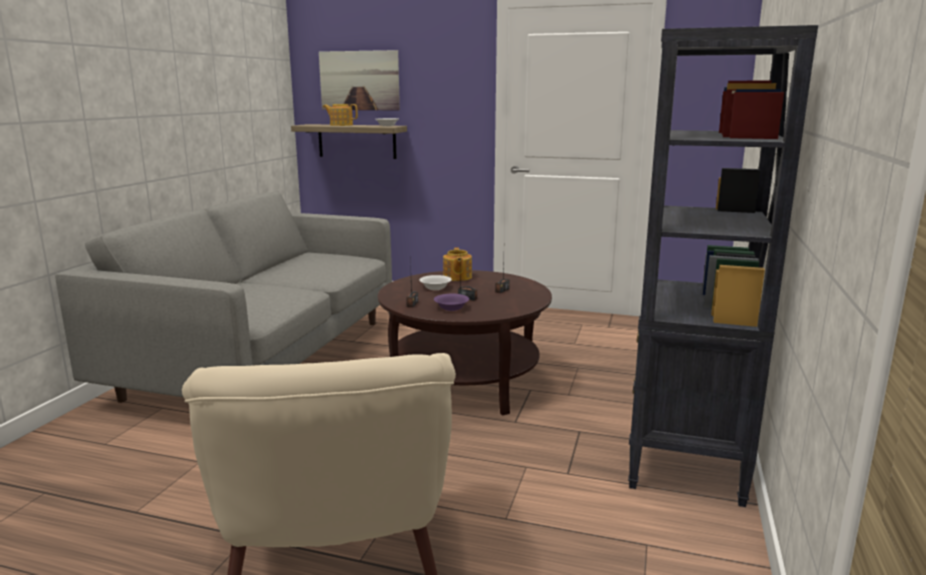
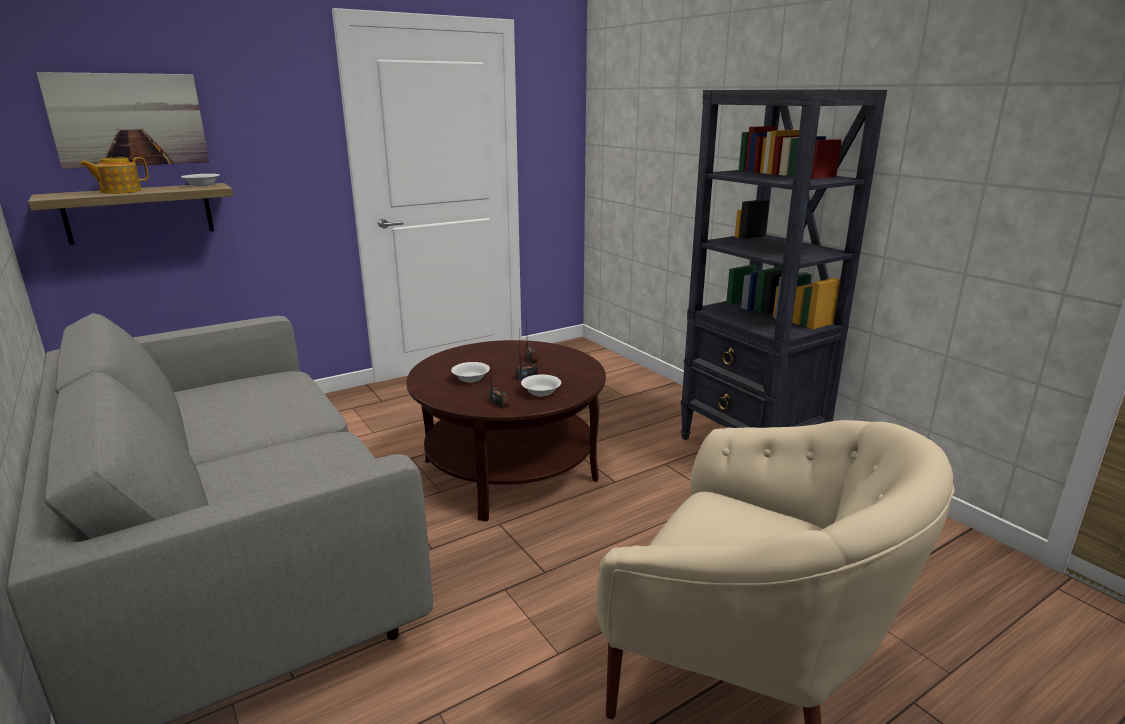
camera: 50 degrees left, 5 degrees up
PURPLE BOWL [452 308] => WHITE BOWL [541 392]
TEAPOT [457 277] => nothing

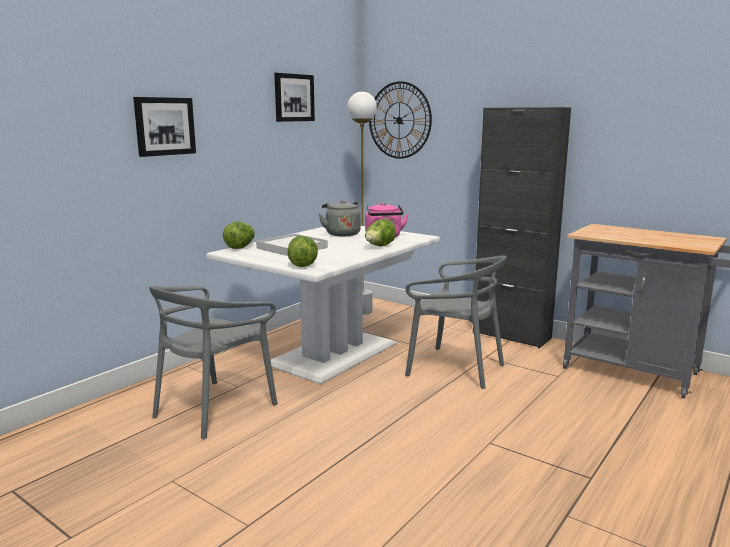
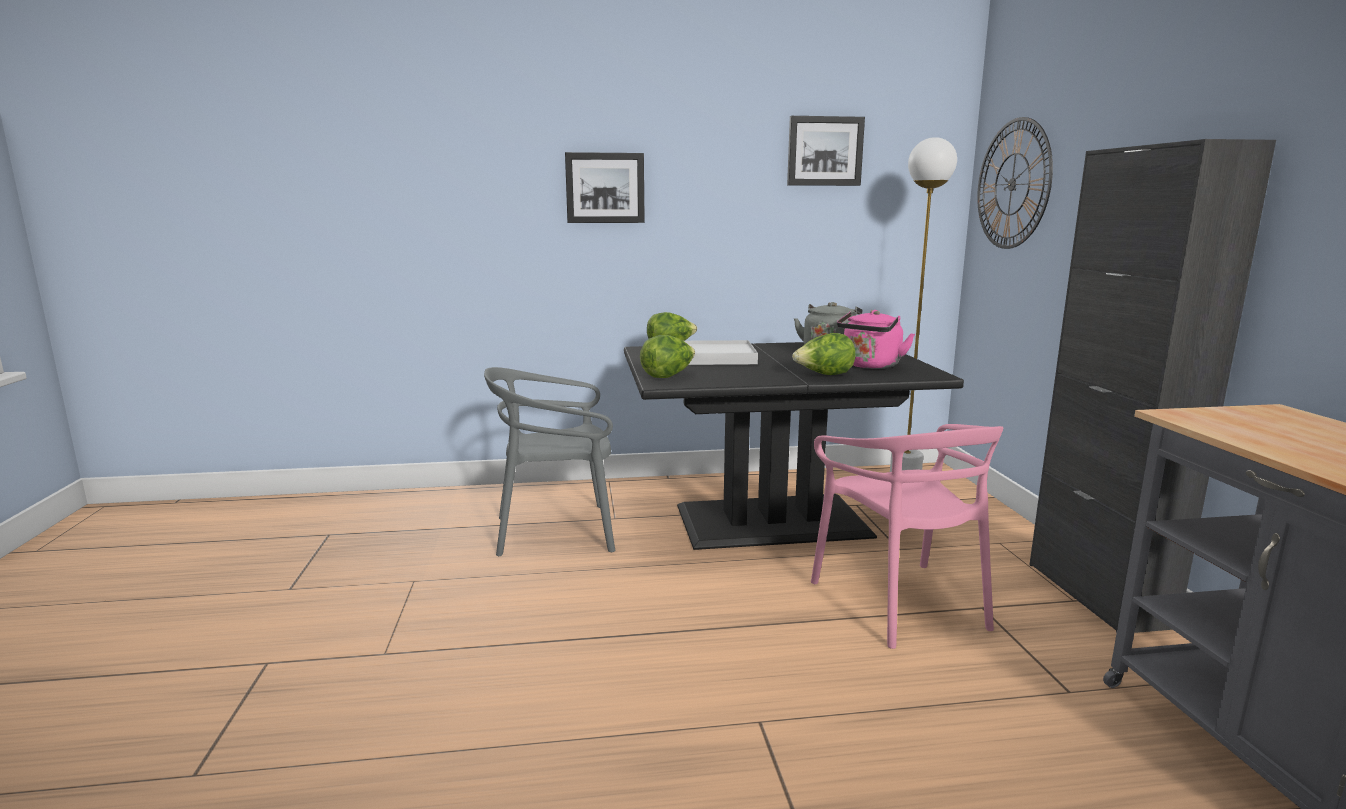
camera: 45 degrees right, 0 degrees up
WHITE DINING TABLE [332 353] => BLACK DINING TABLE [770 520]
GREY CHAIR [455 368] => PINK CHAIR [900 602]

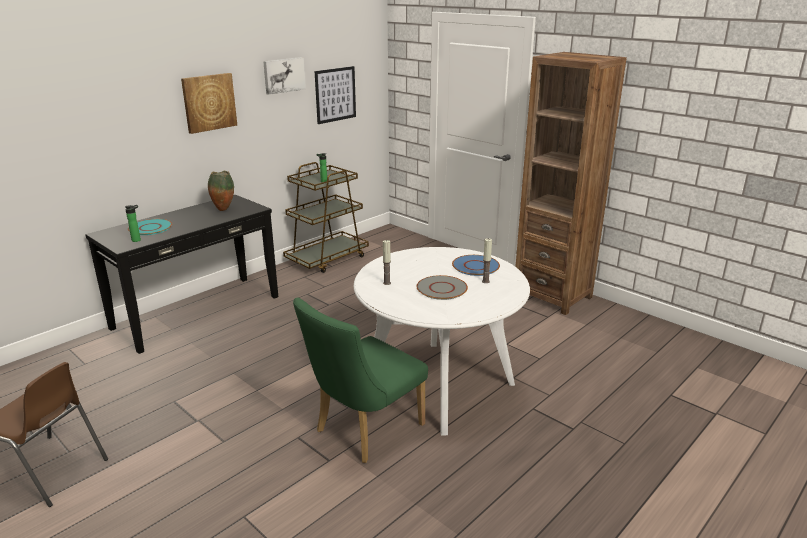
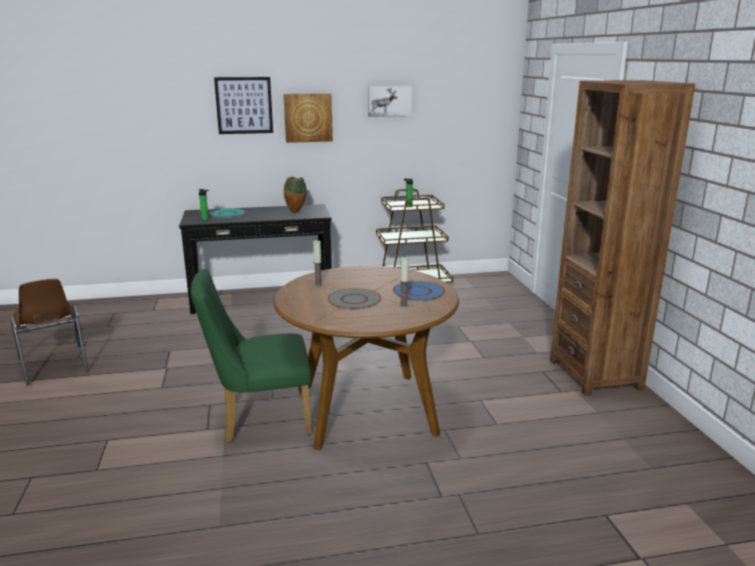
camera: 35 degrees right, 5 degrees down
PICTURE [335 94] => PICTURE [244 105], moved
WHITE DINING TABLE [438 384] => BROWN DINING TABLE [367 409]

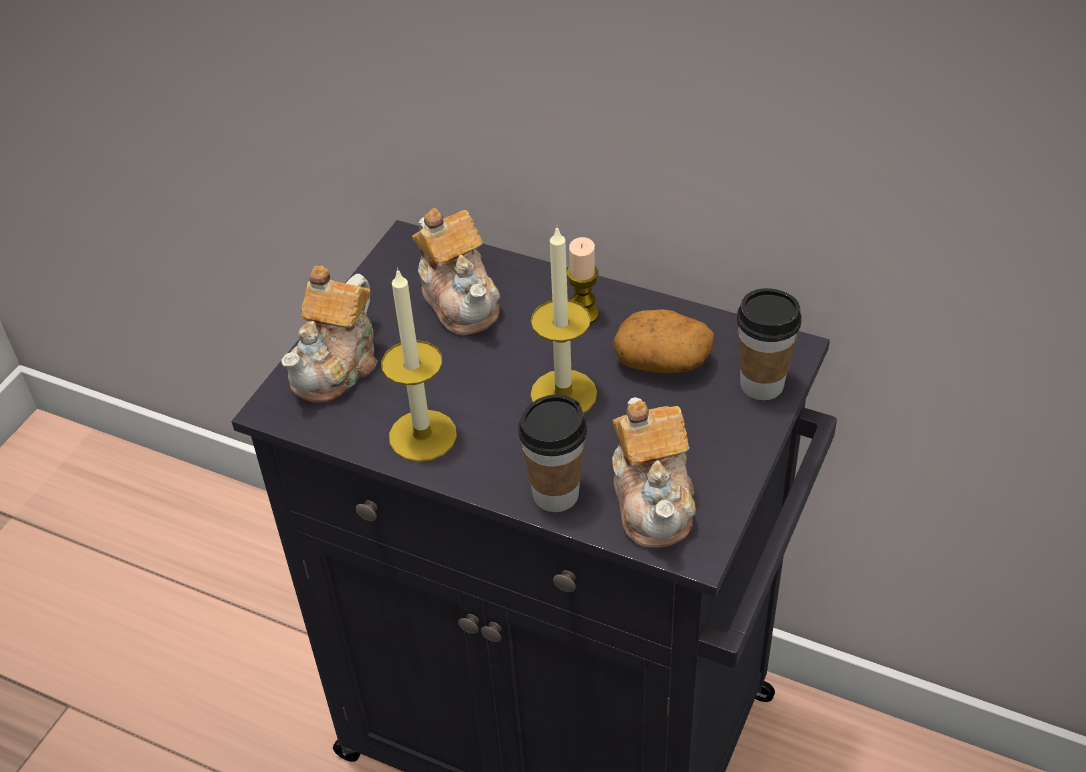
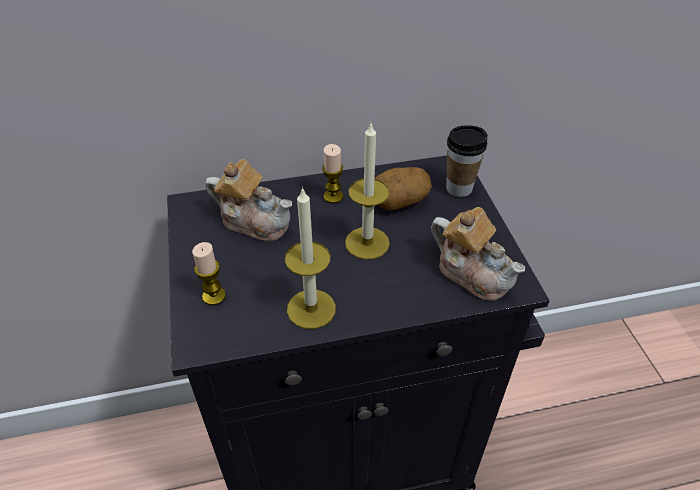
camera: 40 degrees left, 0 degrees up
TEAPOT [337 365] => CANDLE [214 296]
CUP [555 494] => nothing

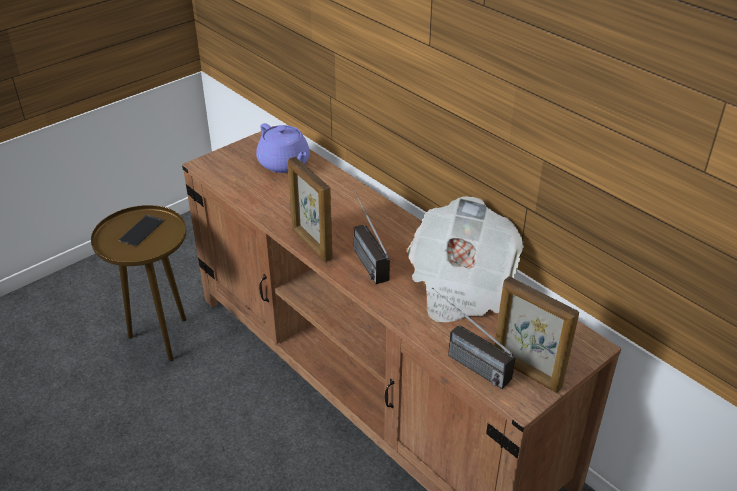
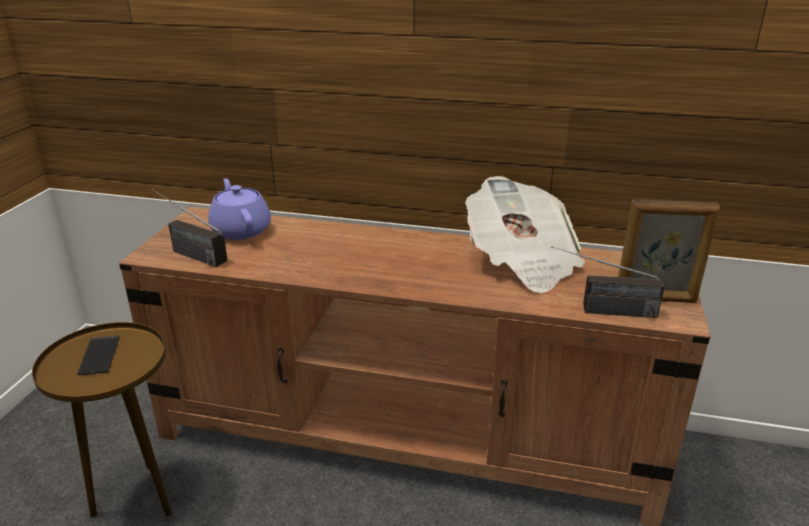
camera: 35 degrees left, 10 degrees down
PURPLE TEAPOT [284 164] => PURPLE TEAPOT [241 230], 135 degrees counterclockwise
PICTURE FRAME [311 244] => nothing
RADIO [363 256] => RADIO [187 252], moved

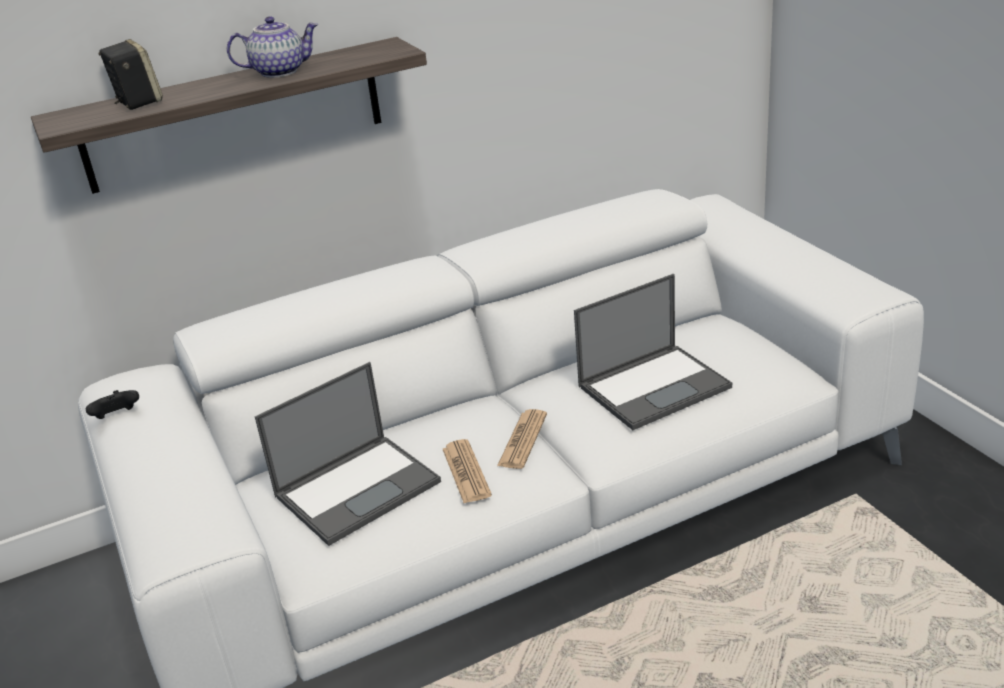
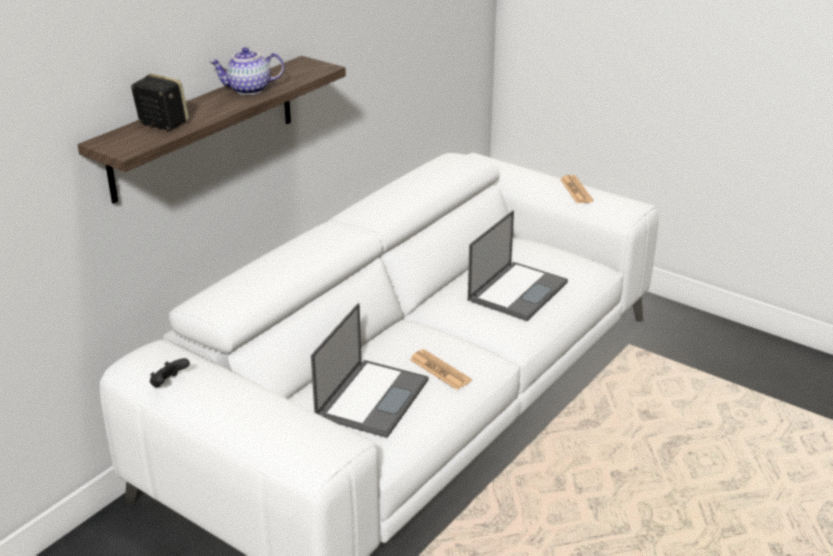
camera: 30 degrees left, 0 degrees up
TEAPOT [280 71] => TEAPOT [249 90], 150 degrees counterclockwise
NEWSPAPER [522 440] => NEWSPAPER [576 190], moved

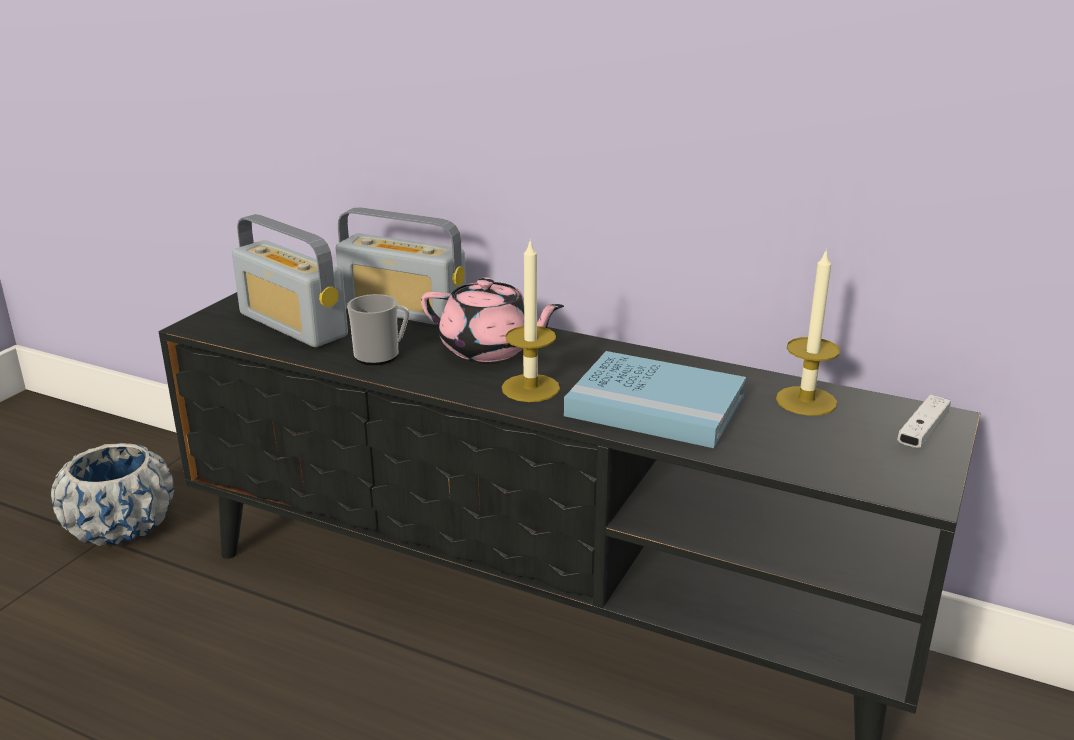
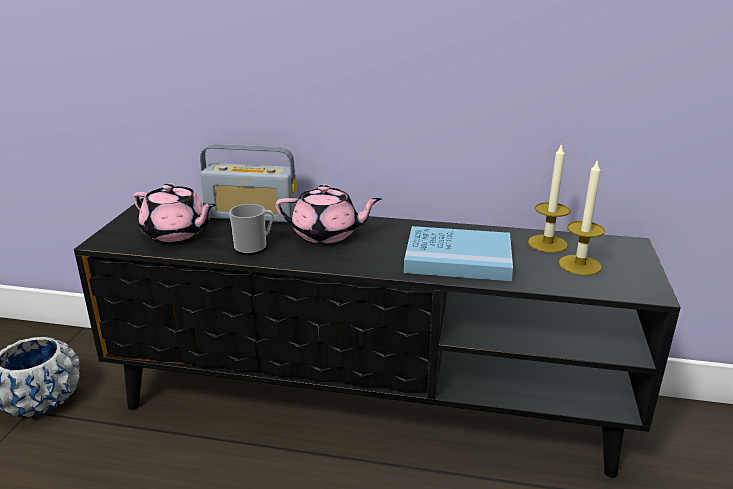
camera: 15 degrees left, 0 degrees up
RADIO [293 325] => PINK TEAPOT [176 233]
CANDLE [530 388] => CANDLE [579 265], moved
WHITE GAME CONTROLLER [922 432] => nothing

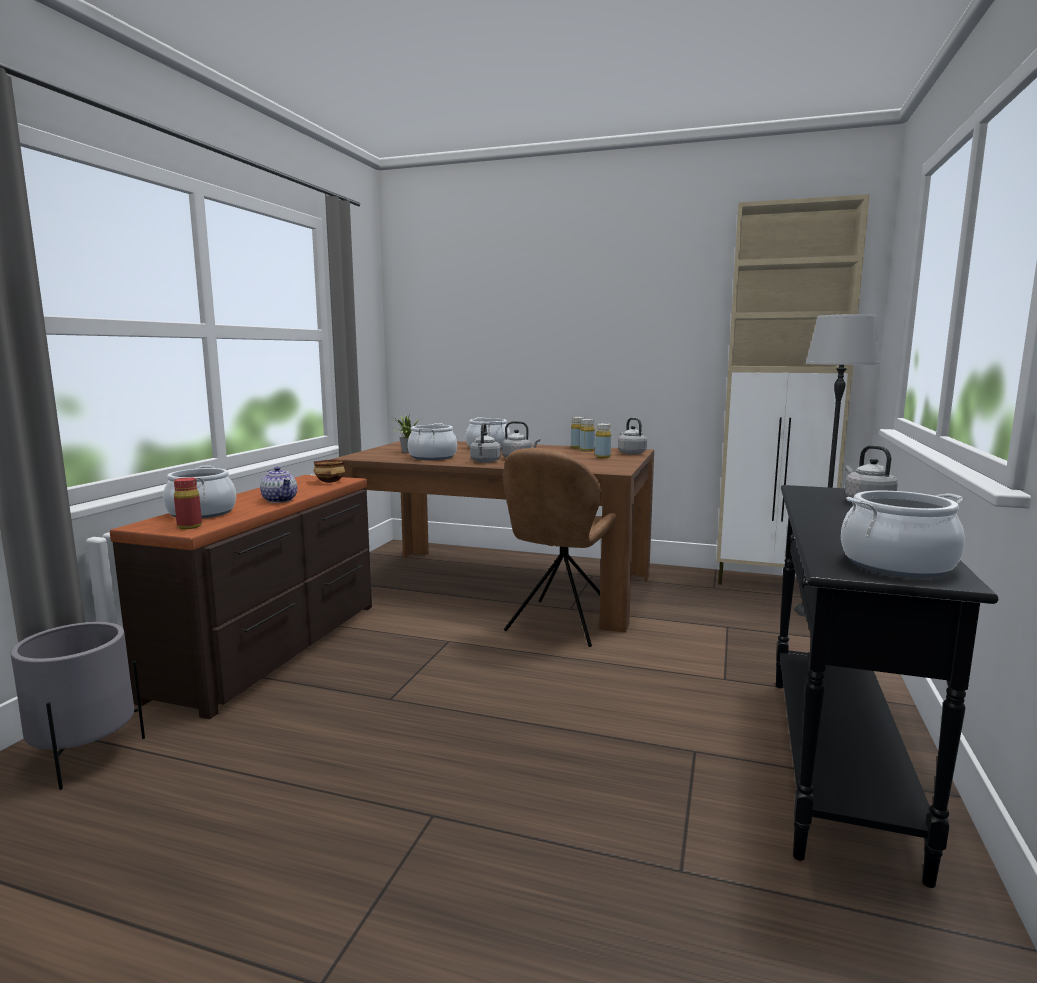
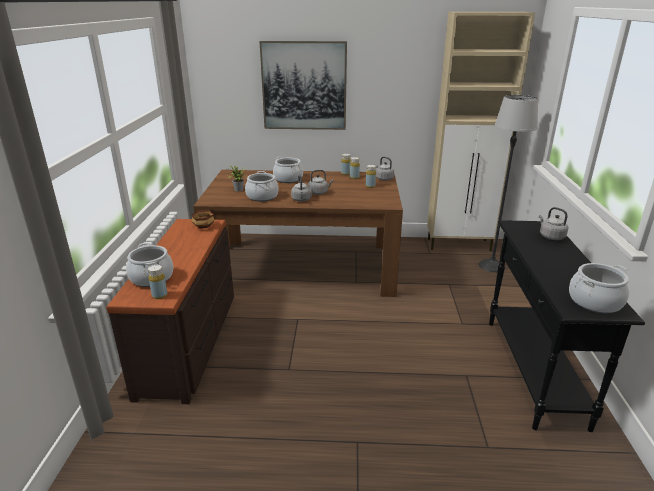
camera: 15 degrees left, 15 degrees up
GREY PLANTER [85 756] => nothing
RED BOTTLE [189 526] => YELLOW BOTTLE [159 295]
TEAPOT [280 500] => nothing
BROWN CHAIR [560 624] => nothing
nothing => PICTURE [304 86]

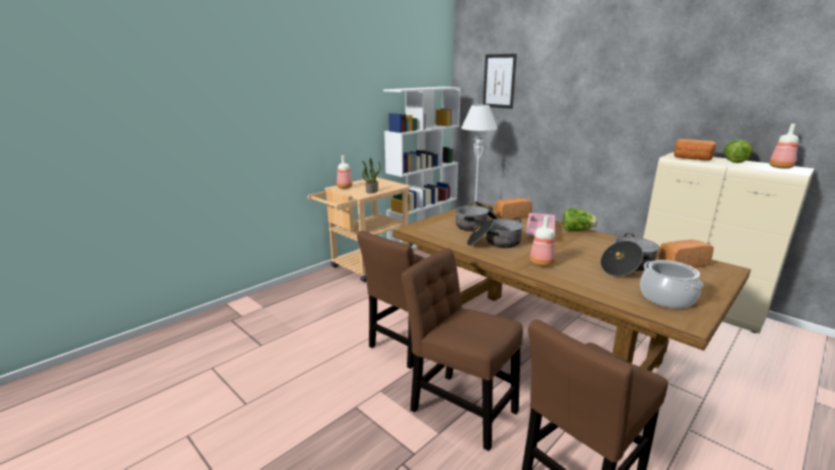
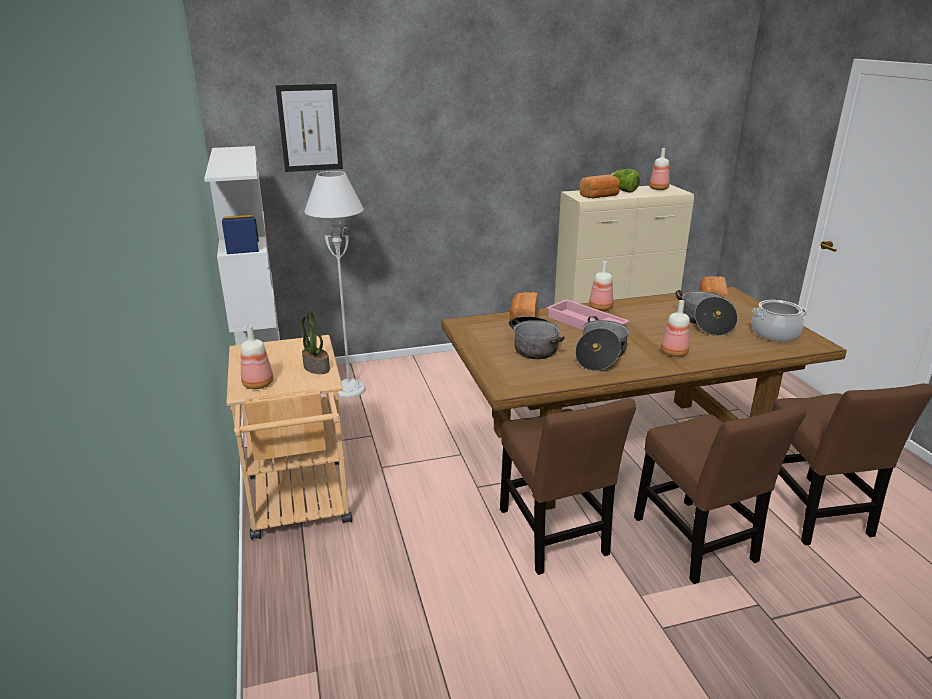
camera: 60 degrees left, 5 degrees up
BROWN CHAIR [459 407] => BROWN CHAIR [697 543], 90 degrees counterclockwise
LETTUCE [576 230] => BOTTLE [599 307]

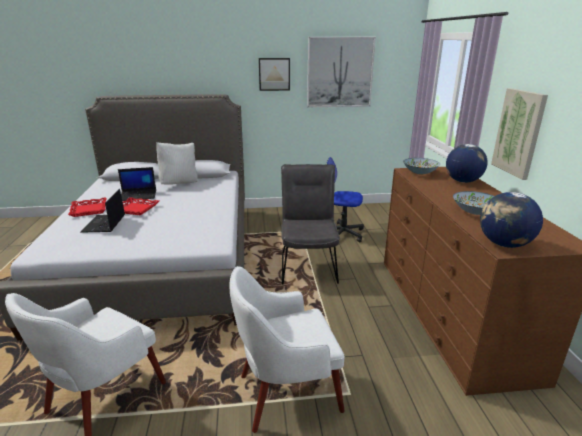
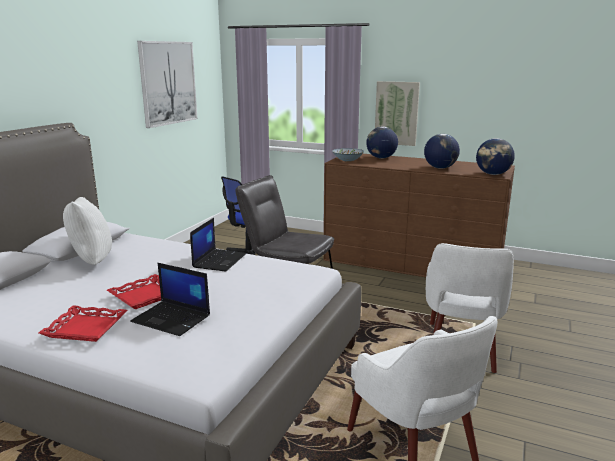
camera: 60 degrees left, 5 degrees down
LAPTOP [138 195] => LAPTOP [219 260], moved
PICTURE [274 74] => nothing
BOWL [474 212] => GLOBE [440 168]

